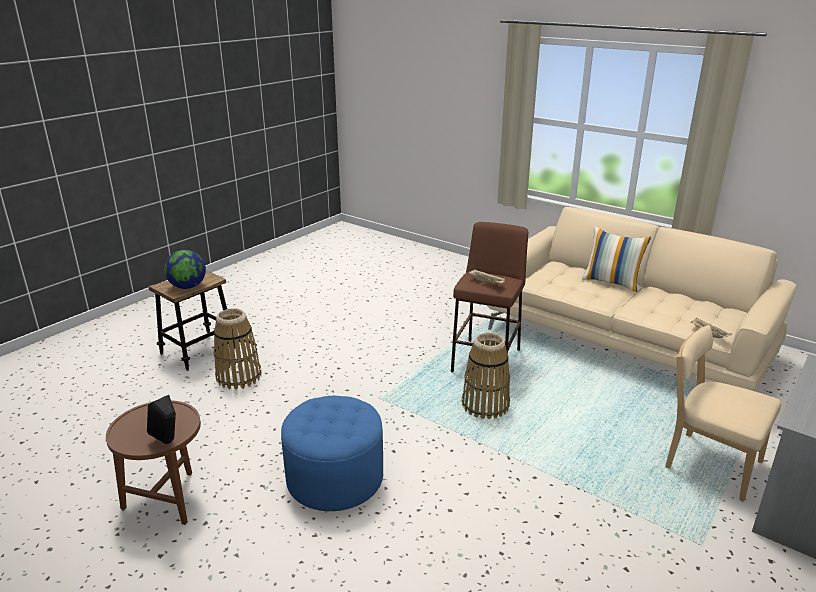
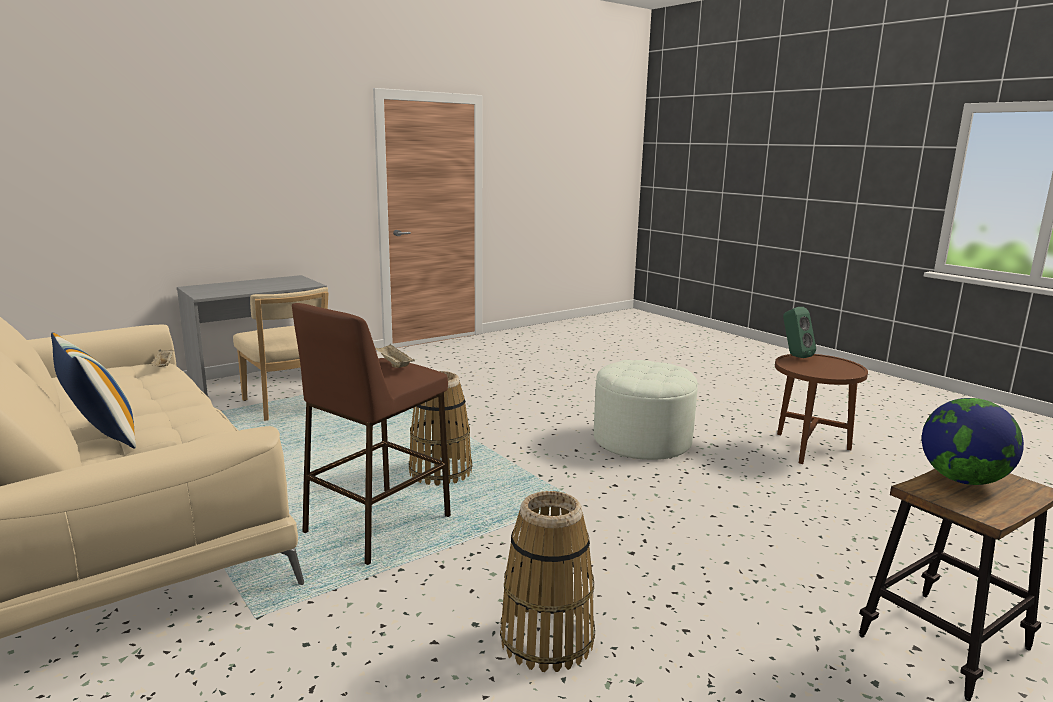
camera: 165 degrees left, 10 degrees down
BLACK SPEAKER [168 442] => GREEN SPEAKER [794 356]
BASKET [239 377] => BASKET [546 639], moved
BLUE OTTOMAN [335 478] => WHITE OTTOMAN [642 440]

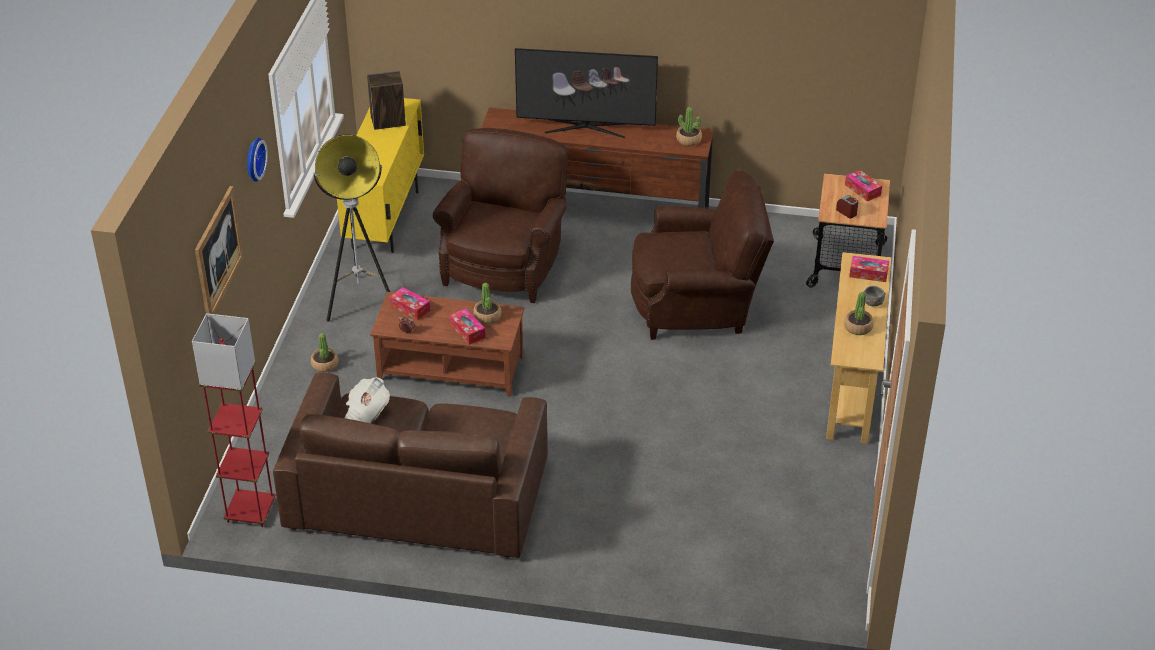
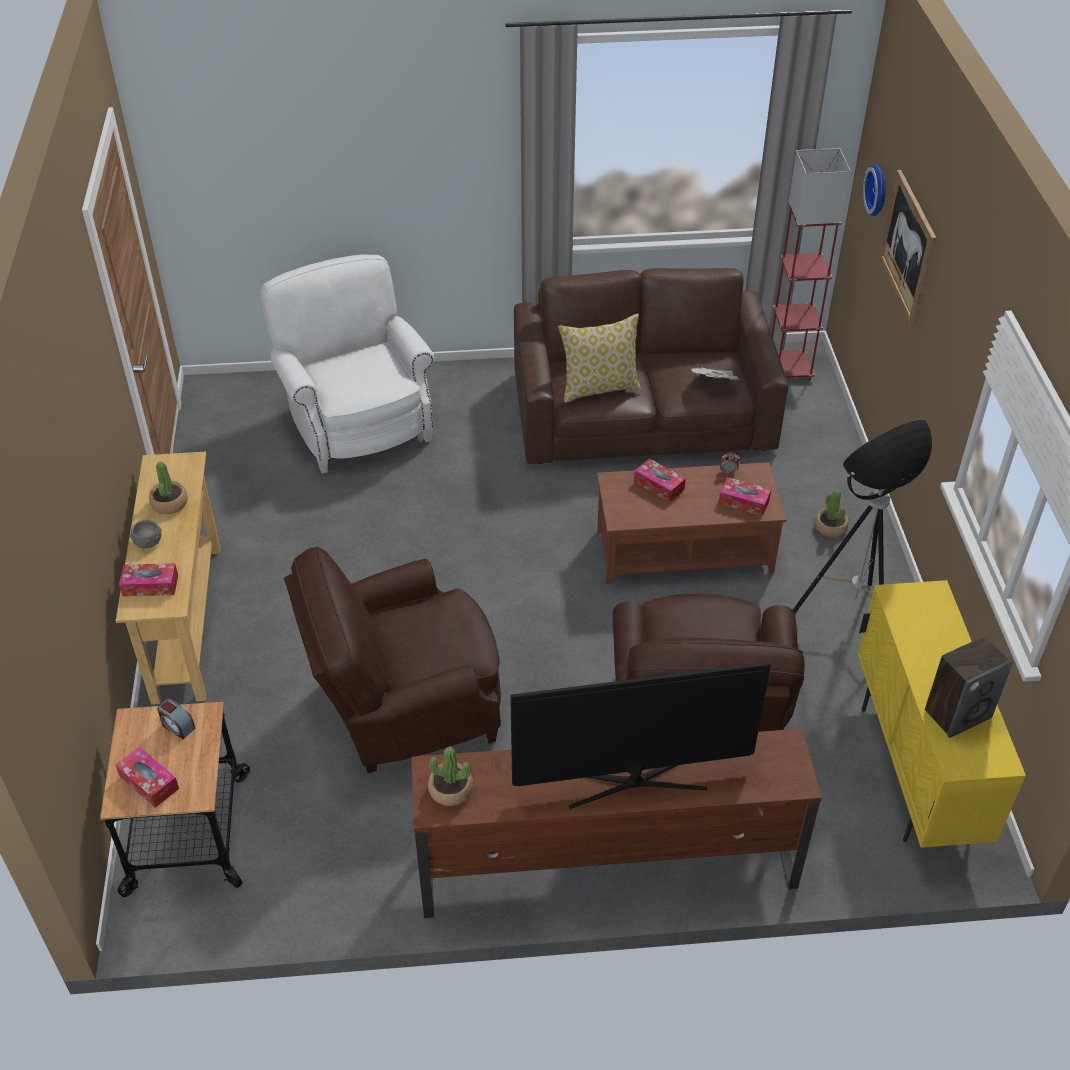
camera: 165 degrees right, 5 degrees up
WALL CLOCK [253 159] => WALL CLOCK [879 190], moved
POTTED PLANT [487 316] => nothing
nothing => WHITE ARMCHAIR [356 420]
nothing => PILLOW [600 388]

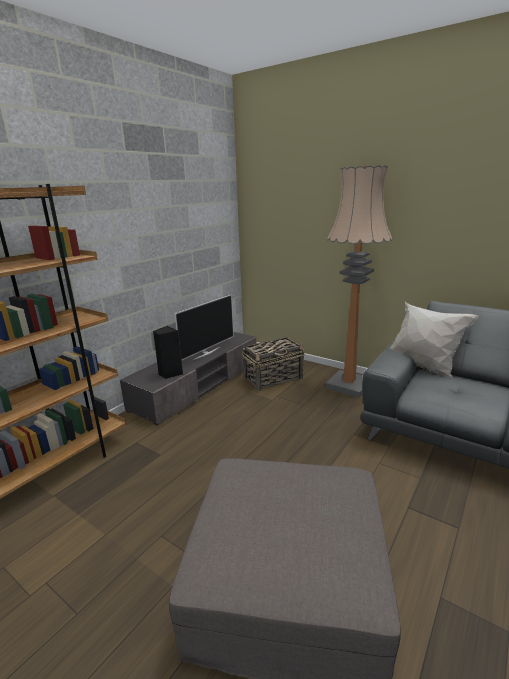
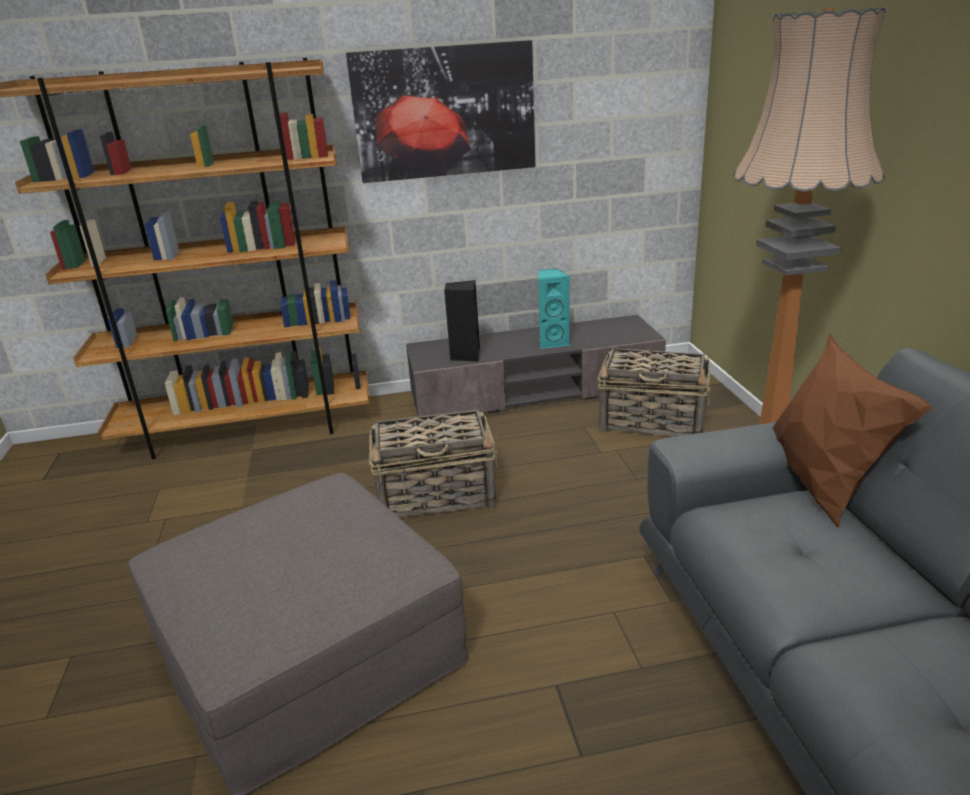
camera: 45 degrees right, 5 degrees up
TELEVISION [206 353] => TURQUOISE SPEAKER [552 342]
WHITE PILLOW [422 367] => BROWN PILLOW [820 486]
nothing => PICTURE [444 112]
nothing => BASKET [437 496]

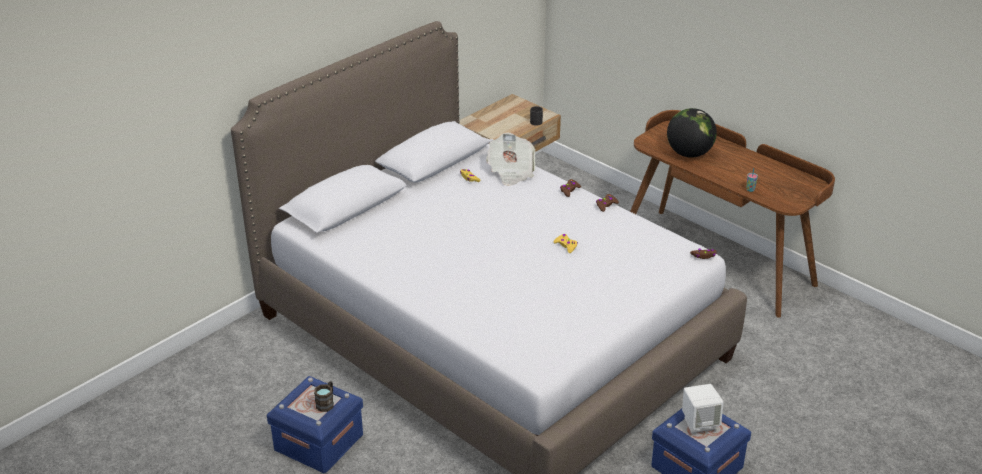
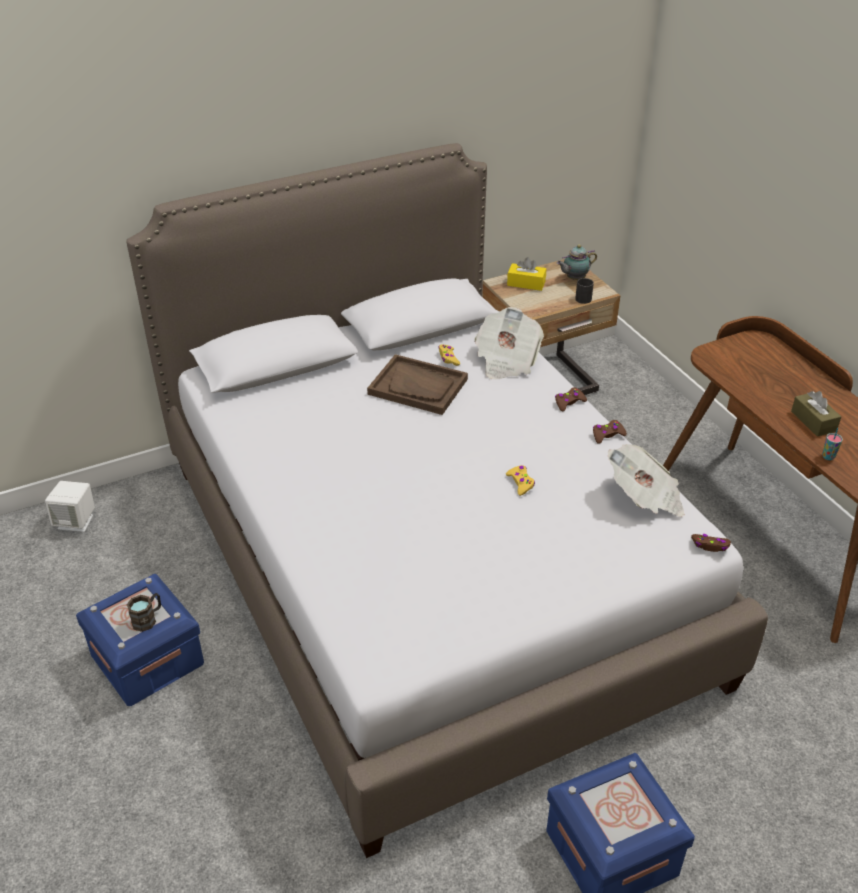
camera: 20 degrees right, 5 degrees up
GLOBE [689 154] => nothing
WHITE SPEAKER [700 423] => WHITE SPEAKER [76 522], moved
nothing => BROWN TRAY [418 386]
nothing => YELLOW TISSUE BOX [526 283]
nothing => TEAPOT [574 279]
nothing => NEWSPAPER [645 498]
nothing => BROWN TISSUE BOX [813 421]

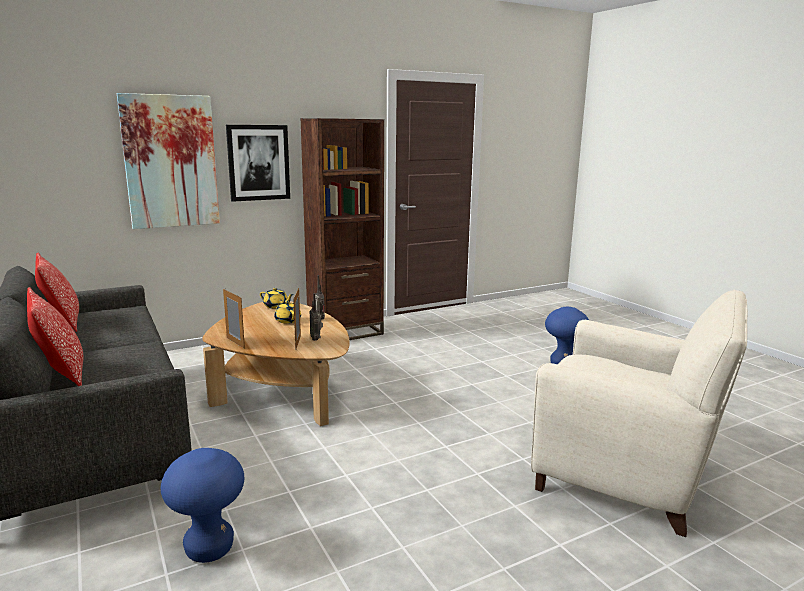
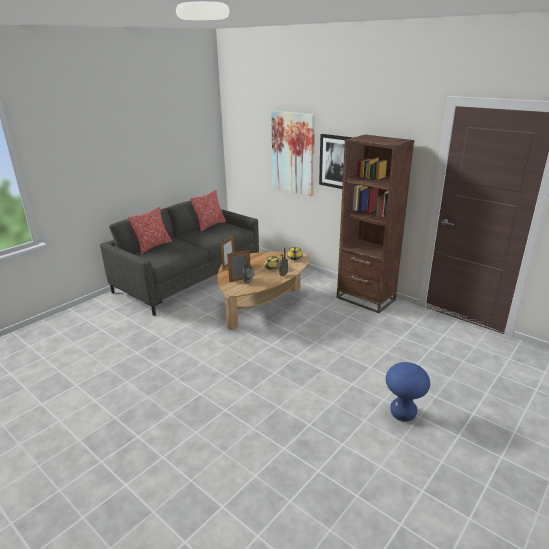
camera: 70 degrees right, 10 degrees up
BLUE STOOL [209 549] => nothing
BEIGE ARMCHAIR [625 475] => nothing

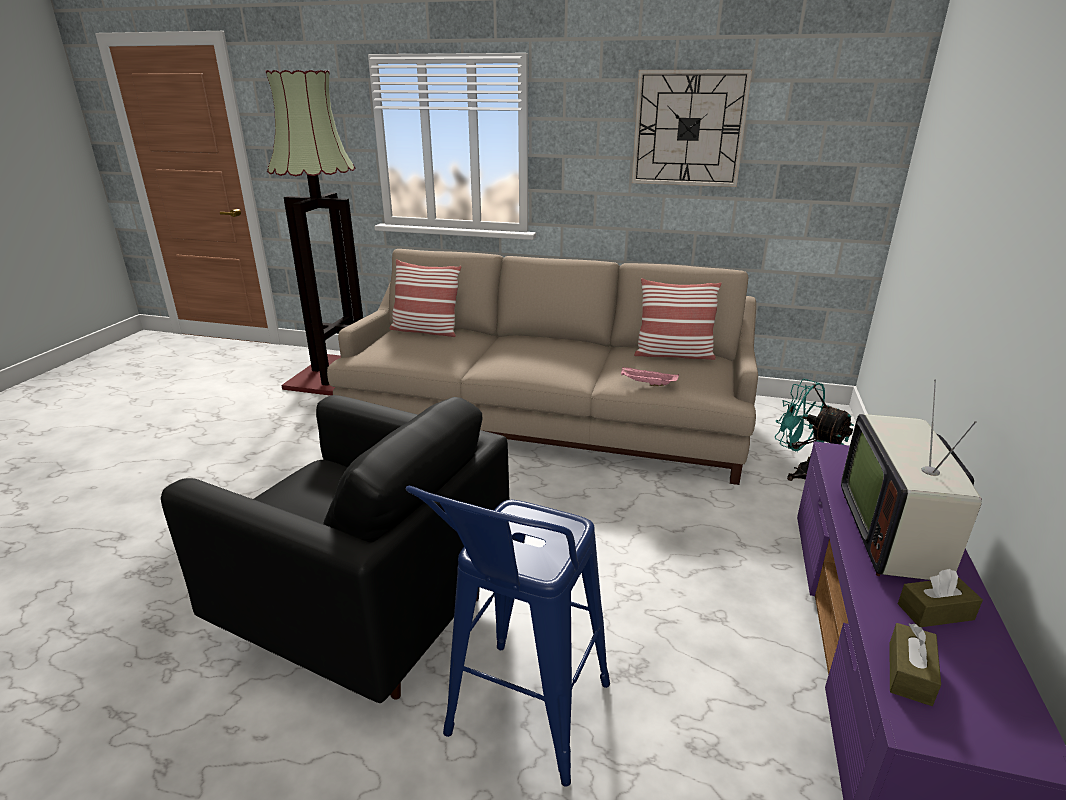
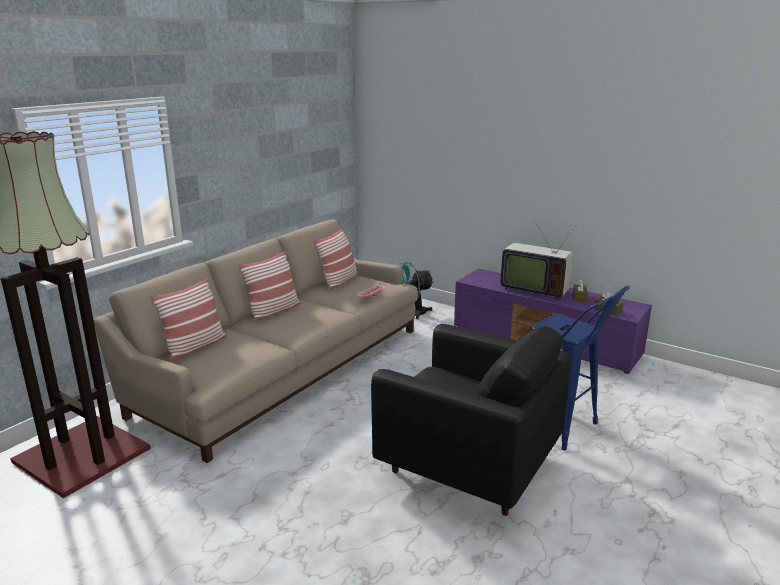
camera: 70 degrees left, 5 degrees down
BLACK ARMCHAIR [365 613] => BLACK ARMCHAIR [467 468], 75 degrees clockwise
WALL CLOCK [688 129] => nothing
nothing => PILLOW [273 311]

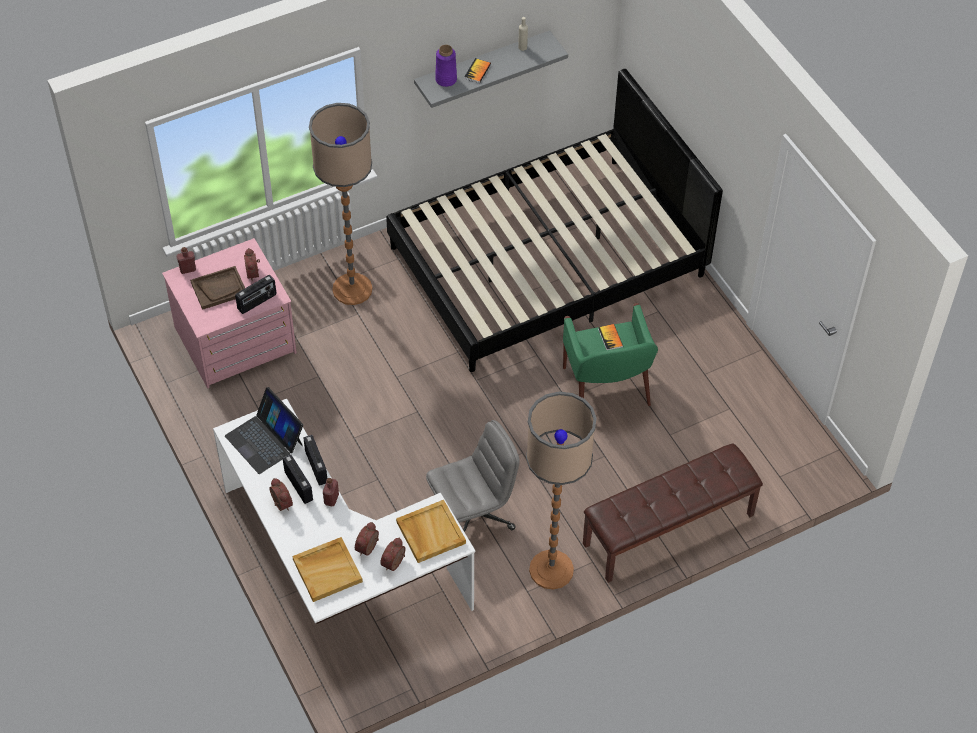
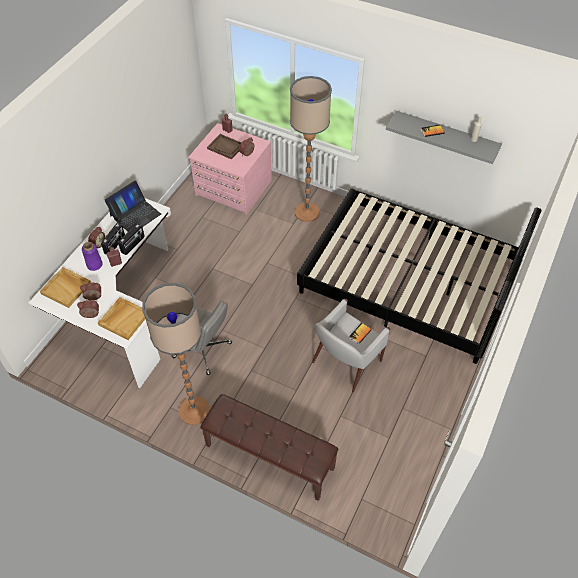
camera: 55 degrees right, 0 degrees up
LAPTOP [265 440] => LAPTOP [135 214], 150 degrees counterclockwise
RADIO [257 302] => nothing
PURPLE VASE [446 79] => PURPLE VASE [94 265], moved
GREEN ARMCHAIR [606 388] => WHITE ARMCHAIR [345 362]

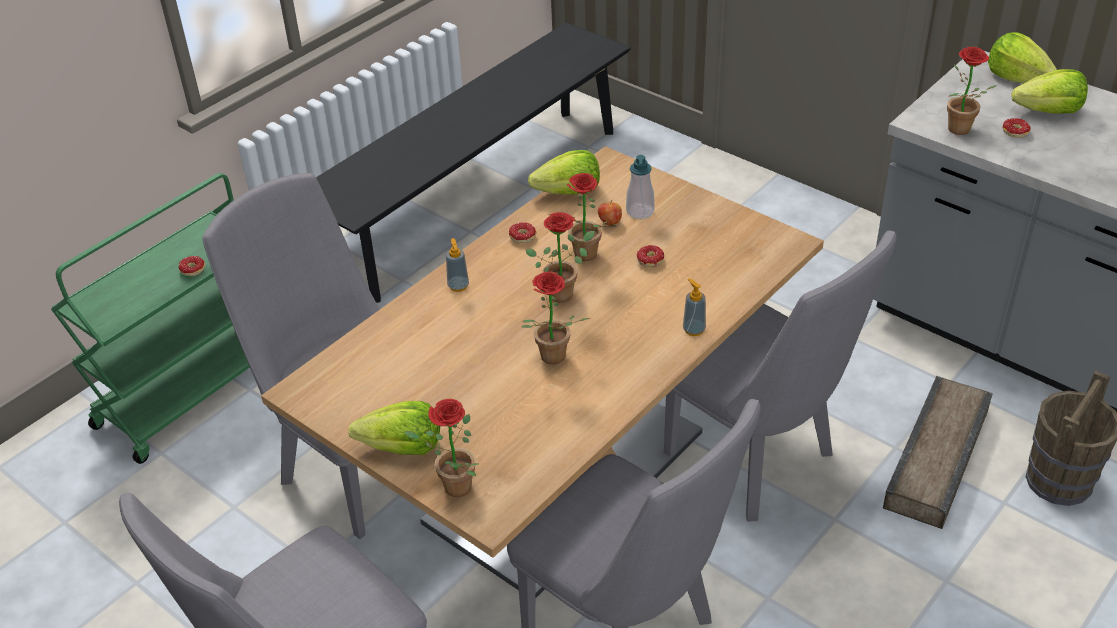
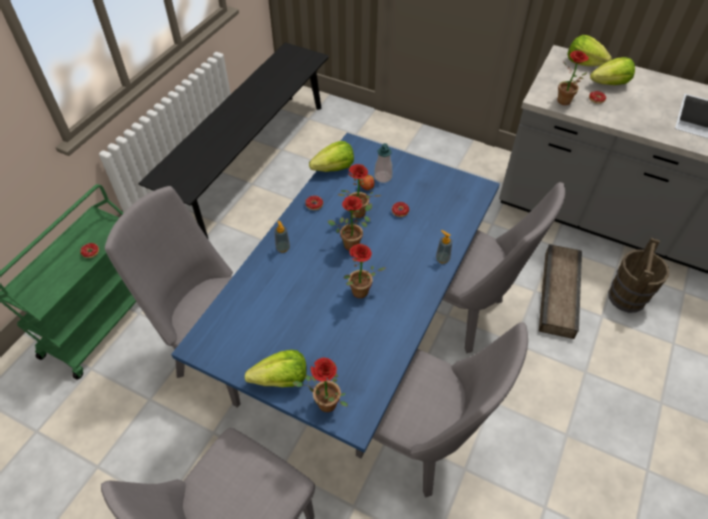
camera: 15 degrees left, 10 degrees up
BROWN DINING TABLE [565 477] => BLUE DINING TABLE [353 342]

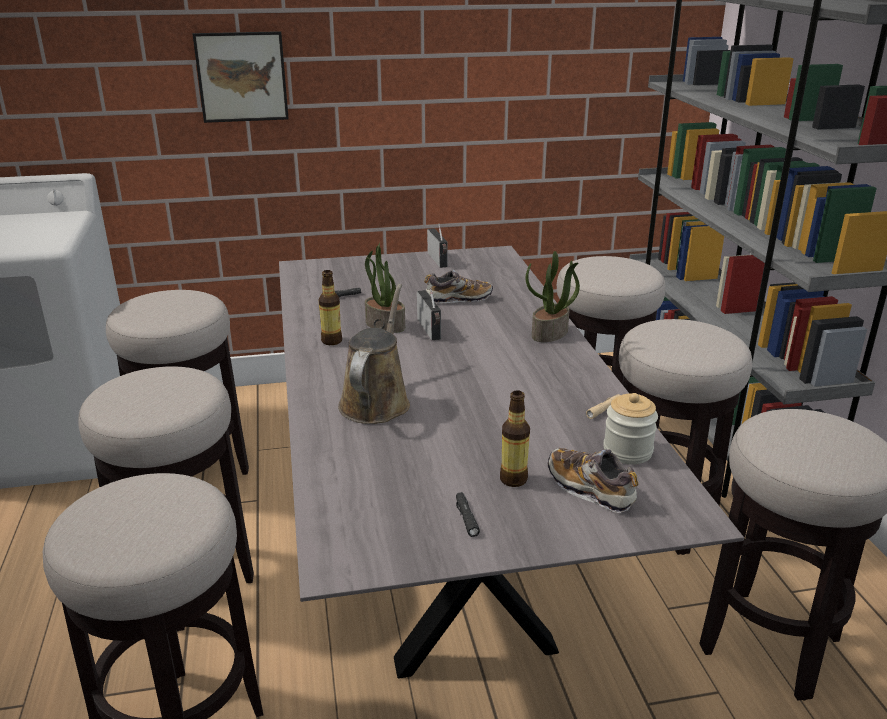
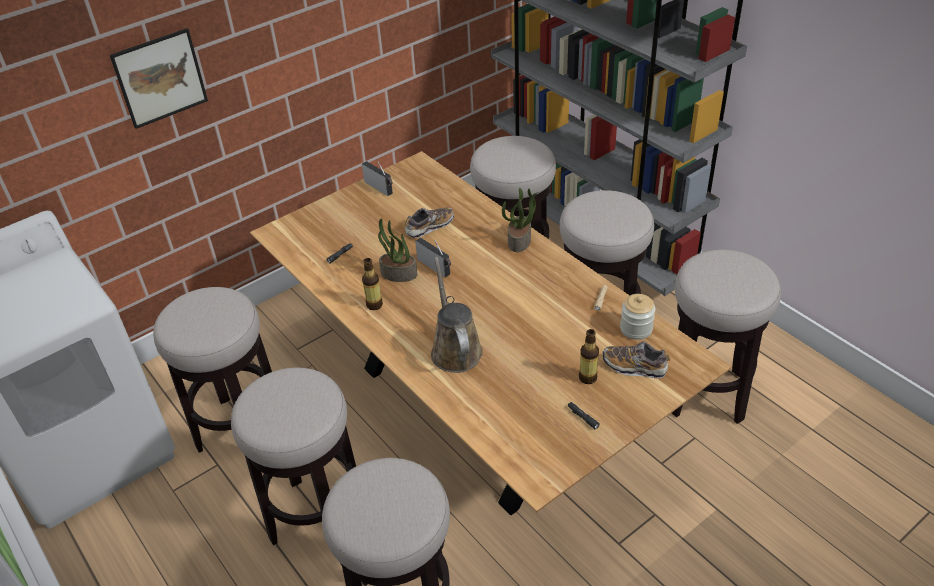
camera: 25 degrees left, 15 degrees up
GREY DINING TABLE [443 547] => BROWN DINING TABLE [474 410]

